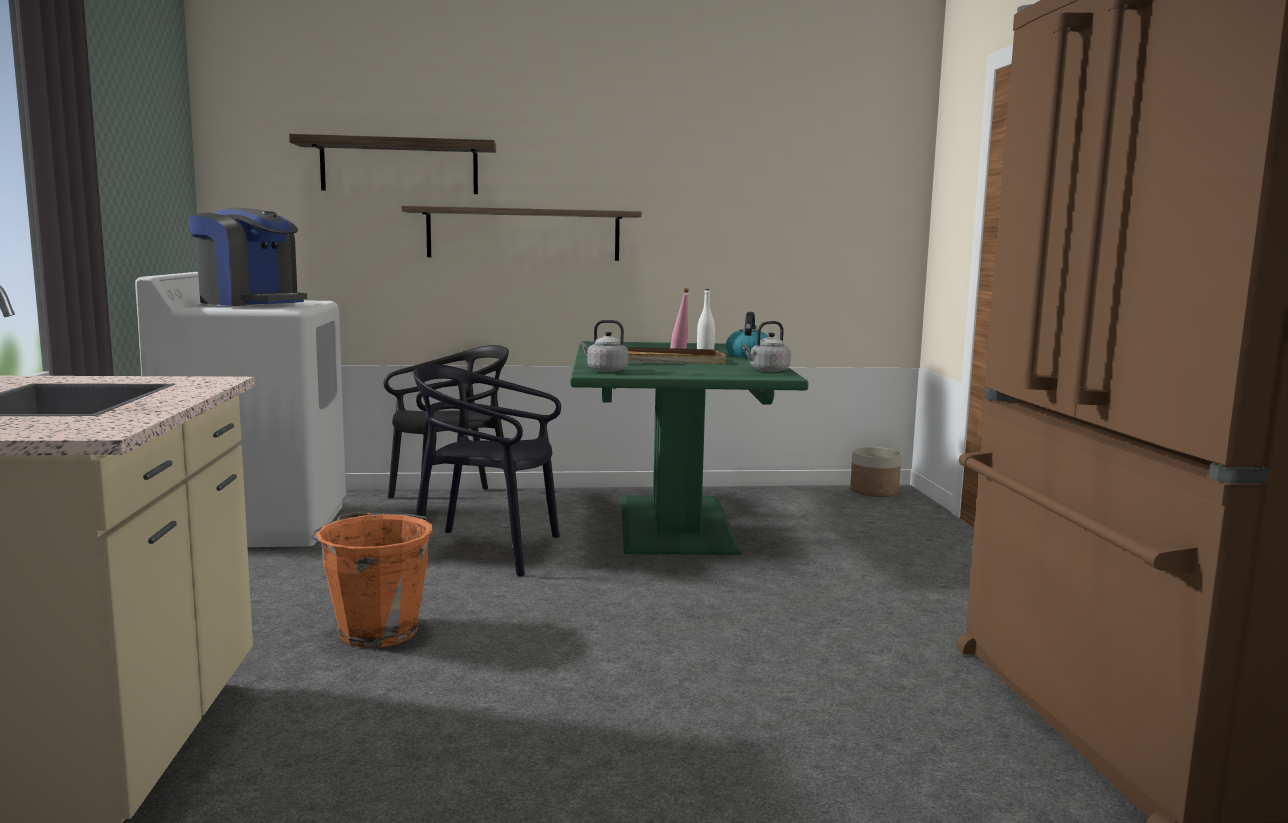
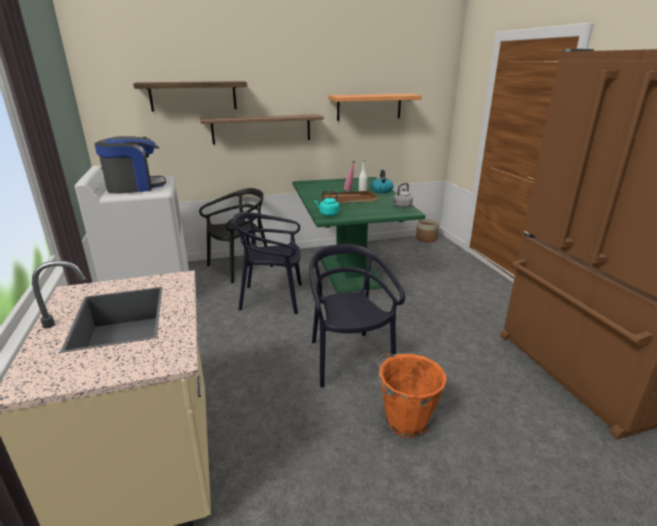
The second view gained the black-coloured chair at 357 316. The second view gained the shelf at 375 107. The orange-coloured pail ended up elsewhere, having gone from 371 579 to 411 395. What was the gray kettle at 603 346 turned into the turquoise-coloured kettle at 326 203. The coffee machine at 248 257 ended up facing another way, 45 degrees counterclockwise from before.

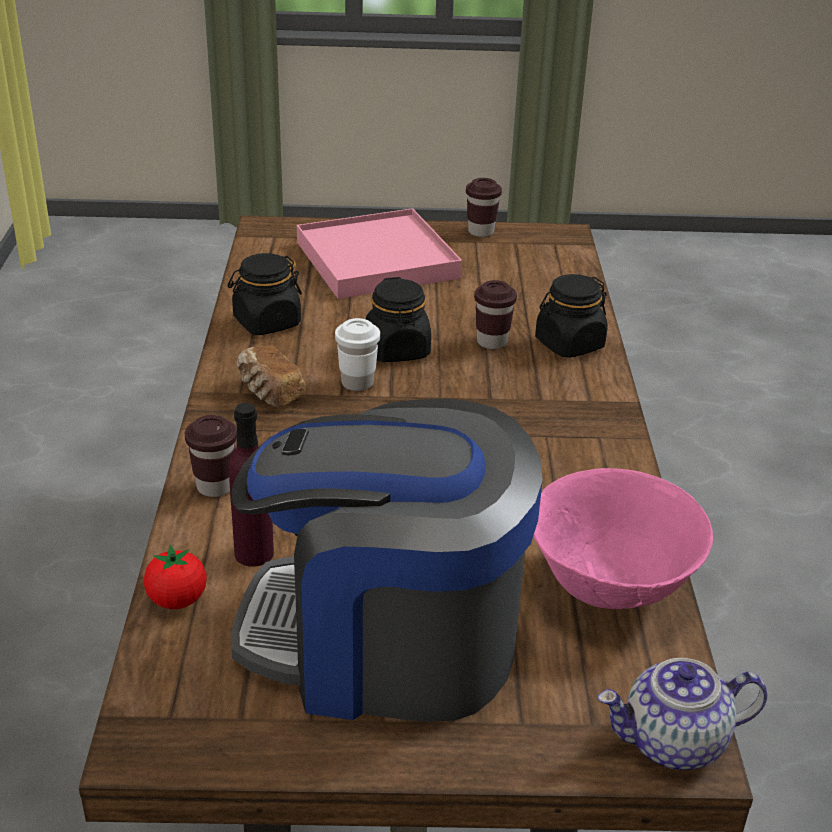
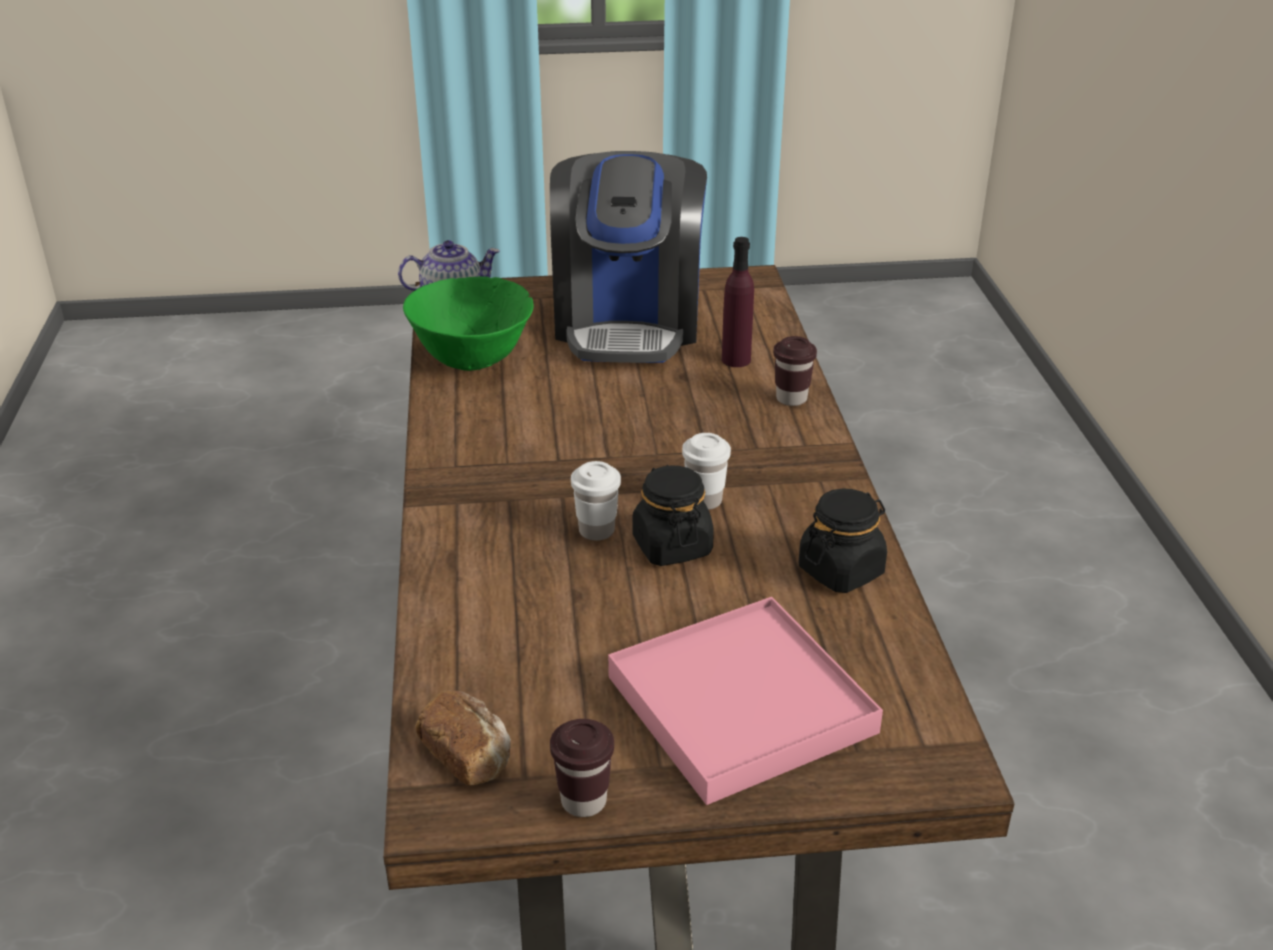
The second view lost the whole tomato at 175 577. The second view lost the brown cup at 495 314. The second view lost the black-coloured preserve jar at 571 316. The second view gained the whitish cup at 596 501. The bakery bread ended up elsewhere, having gone from 271 377 to 463 737. What was the pink-coloured deep dish at 623 538 turned into the green deep dish at 468 323. The coffee machine at 387 560 ended up facing another way, 90 degrees clockwise from before.

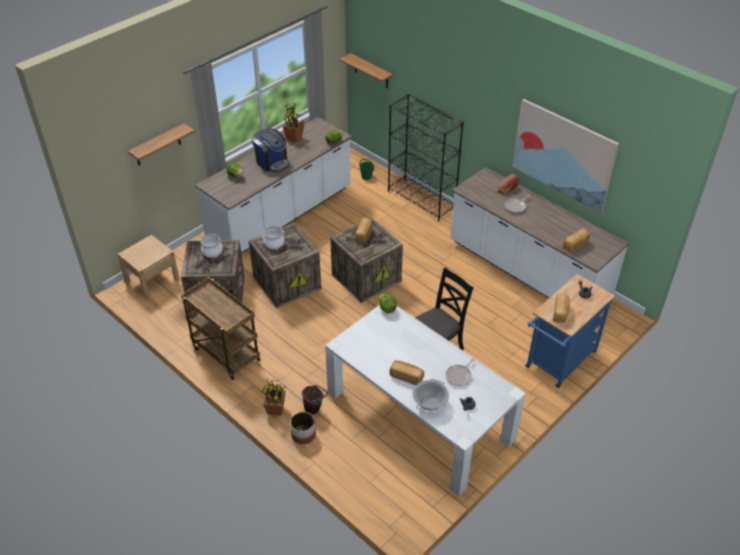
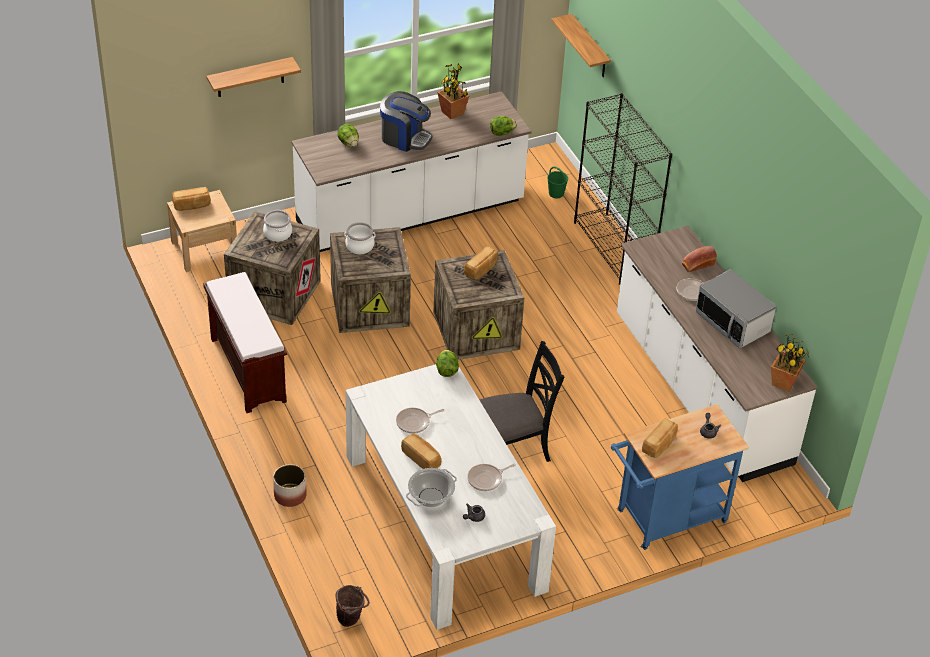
The second view lost the wall art at 565 156. The second view gained the pan at 420 421. The second view gained the kitchen microwave at 735 308. The plant in a pot ended up elsewhere, having gone from 274 397 to 790 363. The brown pail ended up elsewhere, having gone from 315 400 to 353 606. The bakery bread ended up elsewhere, having gone from 576 240 to 191 199. Where the brown wheeled cart stood at 220 328, the brown long seat came to stand at 245 342. The coffee machine at 271 150 ended up facing another way, 45 degrees counterclockwise from before.

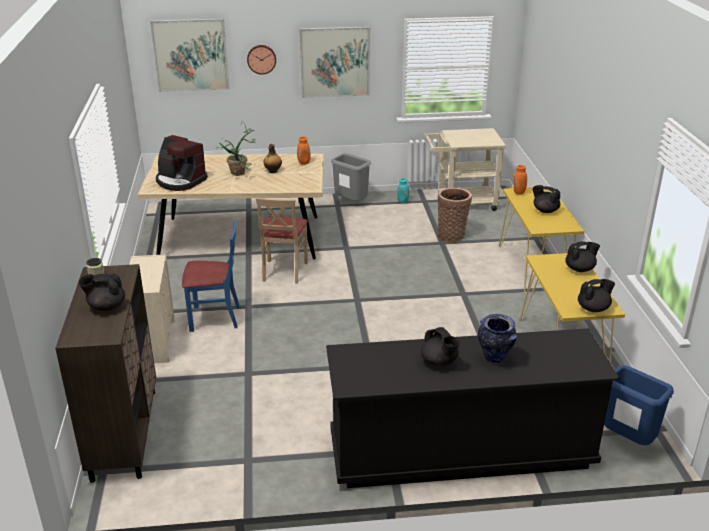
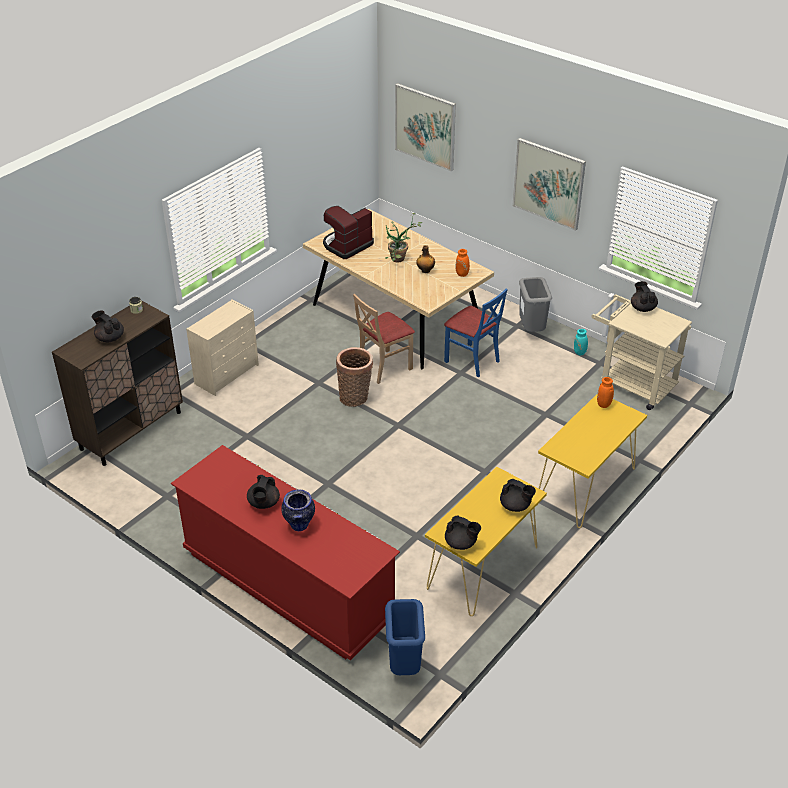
The second view lost the hanging clock at 261 60. The bluish chair ended up elsewhere, having gone from 211 275 to 476 333. The basket ended up elsewhere, having gone from 455 215 to 354 377. The black-coloured pot for tea ended up elsewhere, having gone from 546 199 to 644 296. What was the black-coloured drawer chest at 473 408 turned into the red-coloured drawer chest at 285 552. The coffee machine at 182 163 ended up facing another way, 60 degrees clockwise from before.

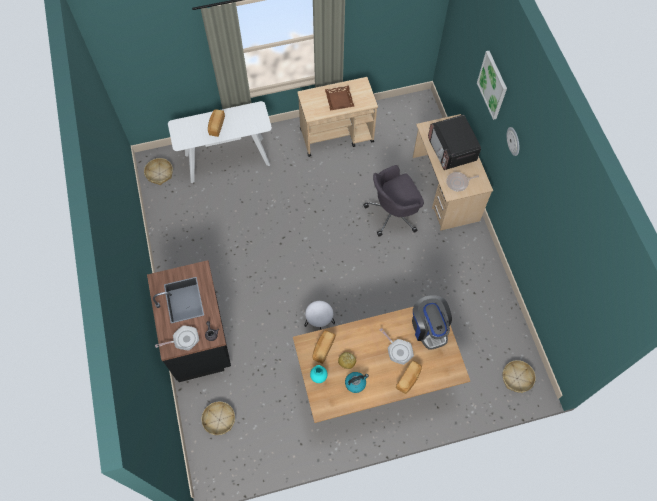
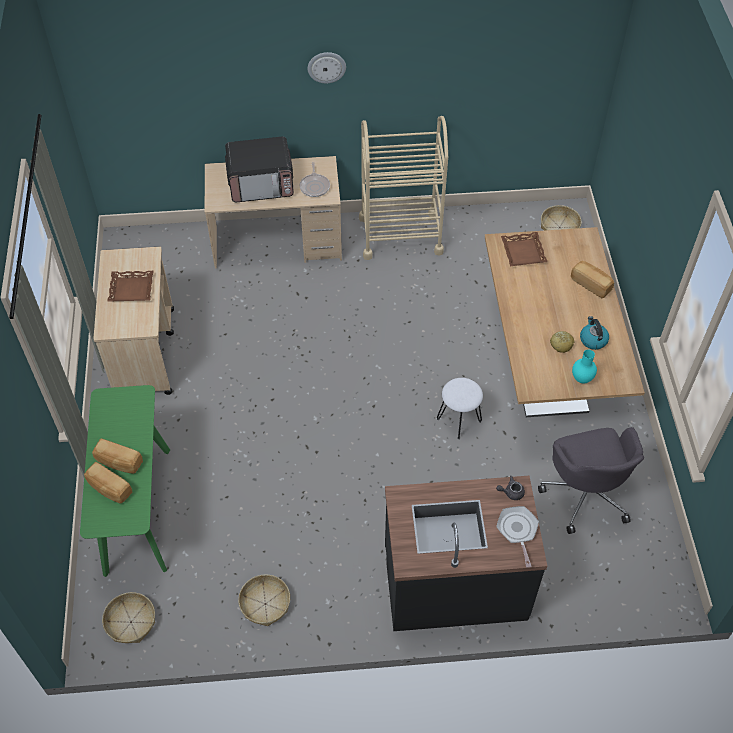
The second view lost the pan at 397 346. The second view lost the wall art at 492 85. The second view gained the beige-coloured wheeled cart at 403 188. The basket ended up elsewhere, having gone from 218 418 to 264 600. The bakery bread ended up elsewhere, having gone from 324 347 to 108 483. The gray desk chair ended up elsewhere, having gone from 393 200 to 591 480. Where the coffee machine stood at 432 322, the brown serving tray came to stand at 524 249. What was the whitish narrow table at 220 142 turned into the green narrow table at 125 481.

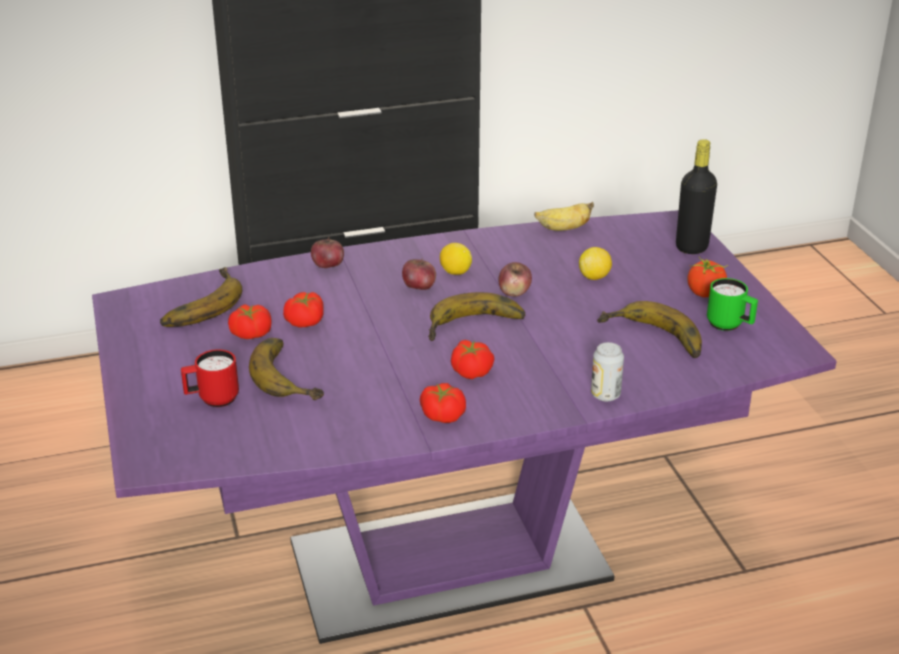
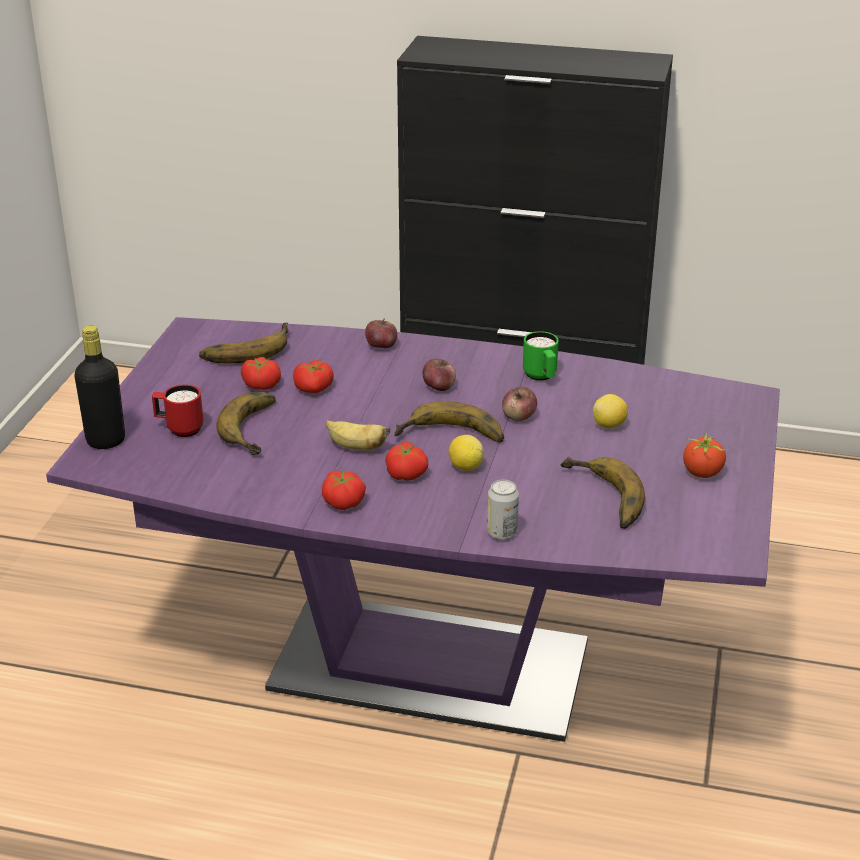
The citrus fruit ended up elsewhere, having gone from 456 259 to 466 453. The whole banana ended up elsewhere, having gone from 564 216 to 358 435. The black-coloured bottle ended up elsewhere, having gone from 696 196 to 100 387. The green mug ended up elsewhere, having gone from 732 304 to 541 356.

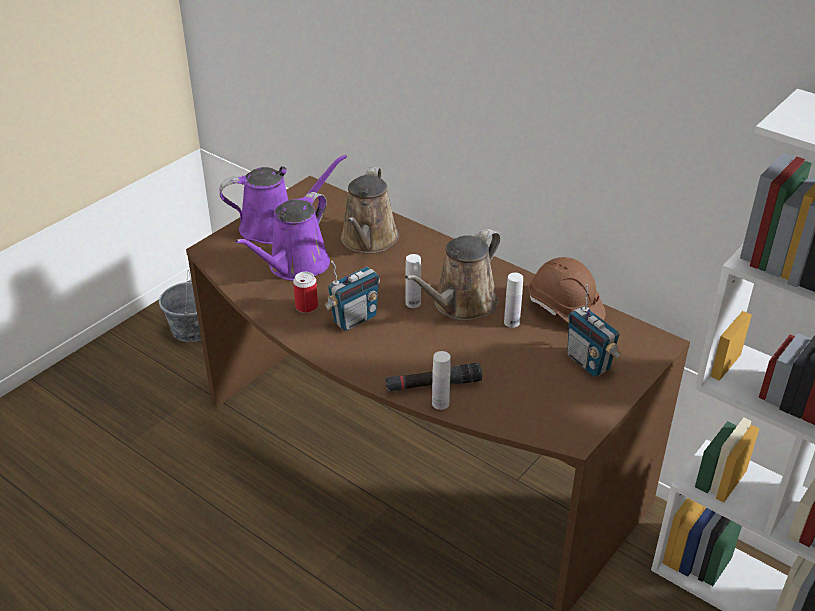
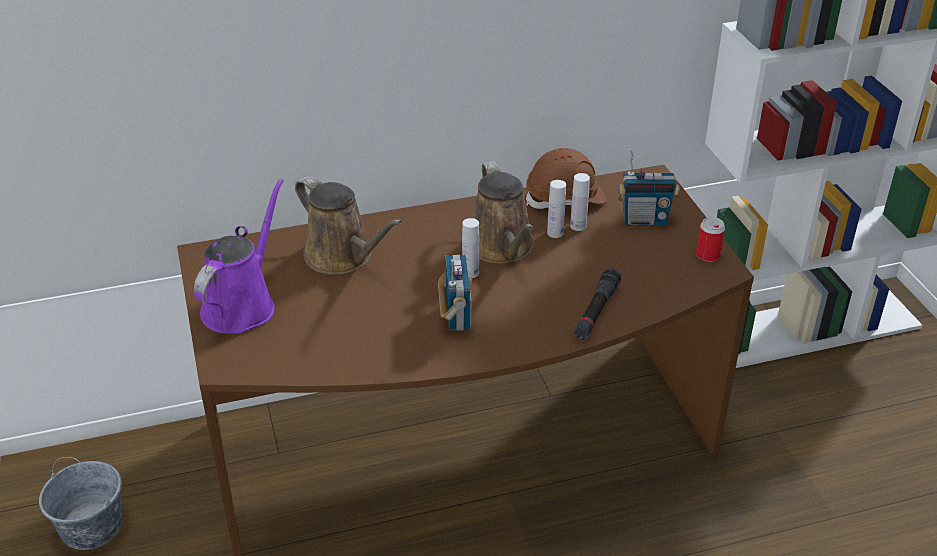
The second view lost the purplish watering can at 282 236. The can ended up elsewhere, having gone from 305 292 to 710 239. The whitish bottle ended up elsewhere, having gone from 441 380 to 580 202.

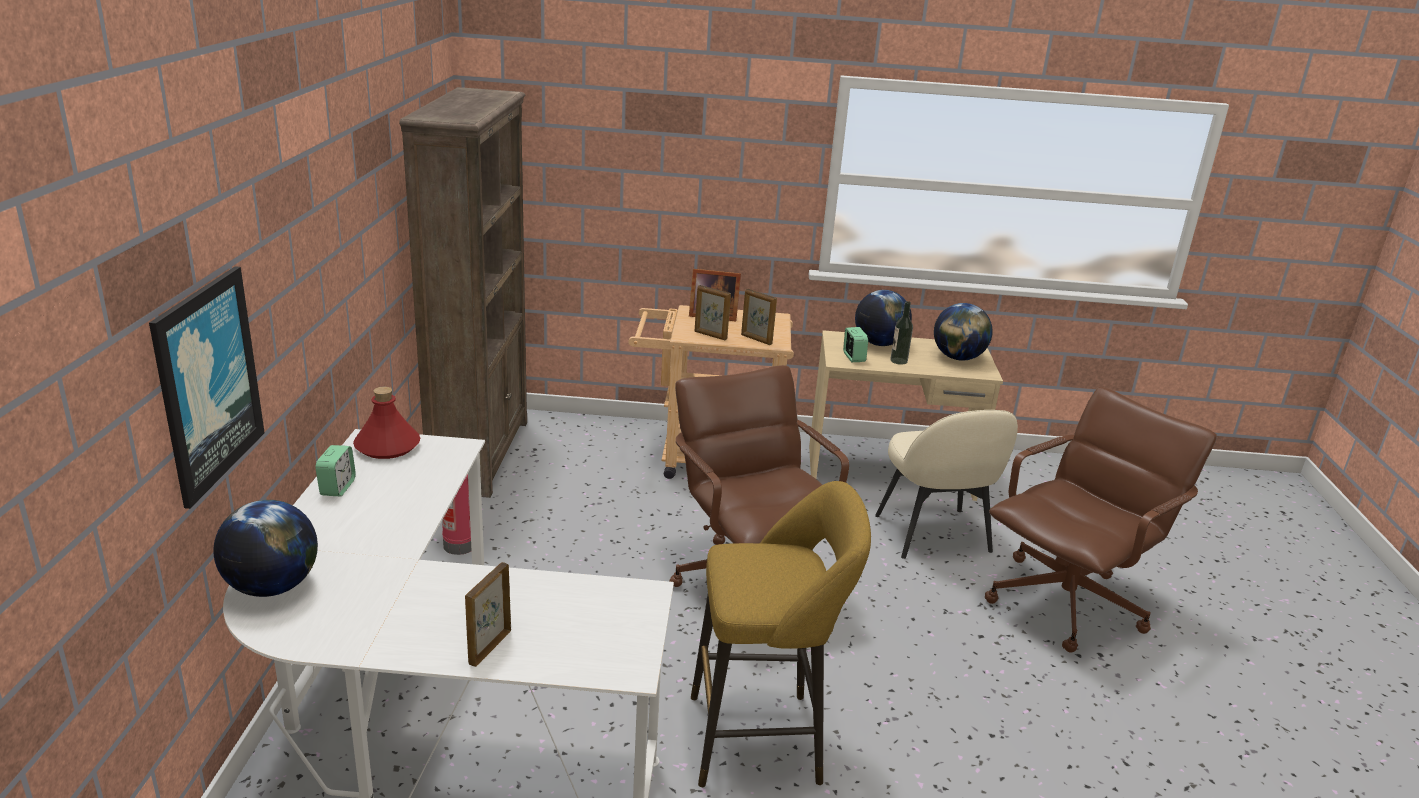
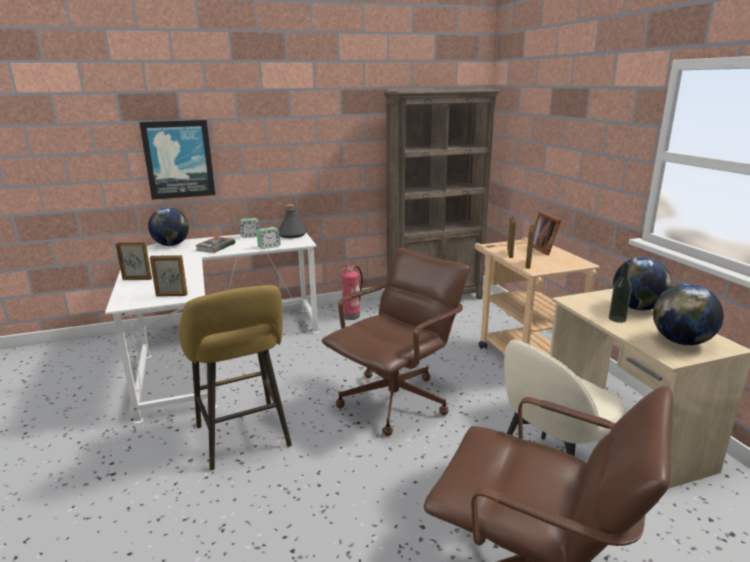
The second view gained the photo frame at 169 275. The second view gained the volume at 215 244. The alarm clock ended up elsewhere, having gone from 855 344 to 268 238. What was the red-coloured bottle at 386 423 turned into the gray bottle at 293 221.

